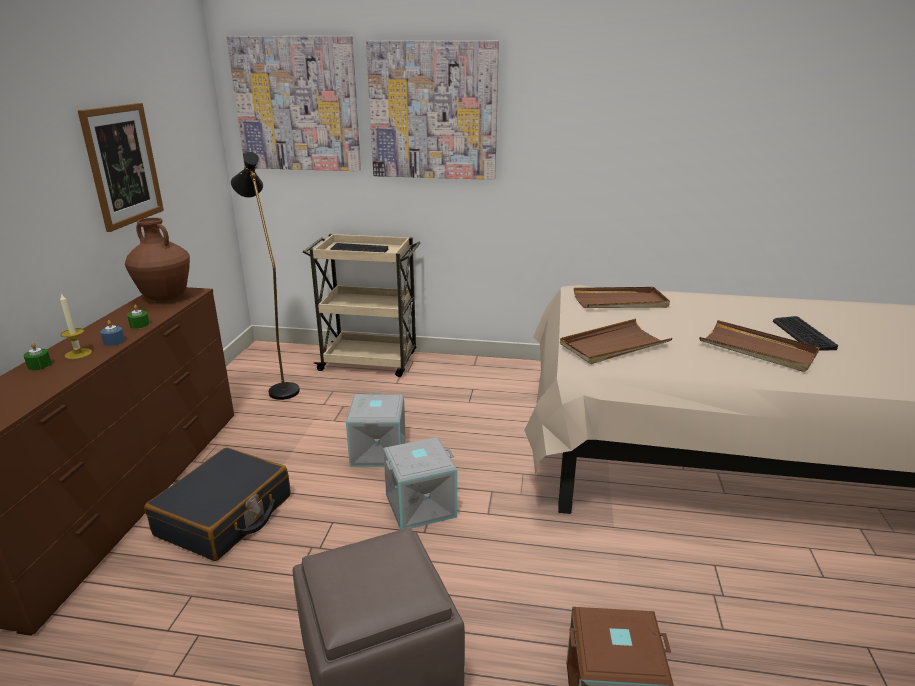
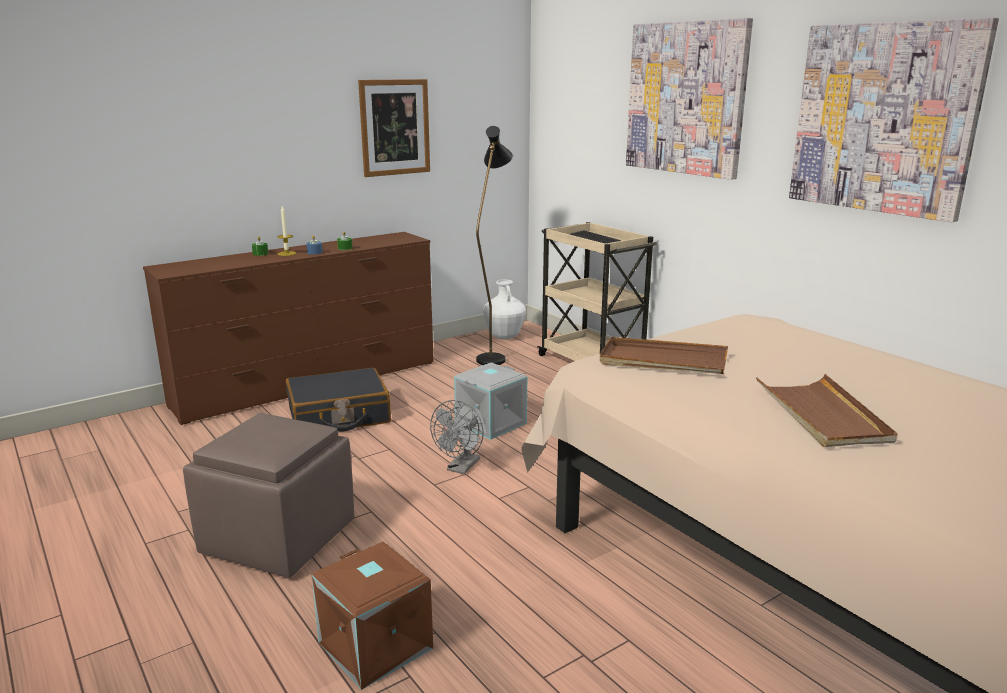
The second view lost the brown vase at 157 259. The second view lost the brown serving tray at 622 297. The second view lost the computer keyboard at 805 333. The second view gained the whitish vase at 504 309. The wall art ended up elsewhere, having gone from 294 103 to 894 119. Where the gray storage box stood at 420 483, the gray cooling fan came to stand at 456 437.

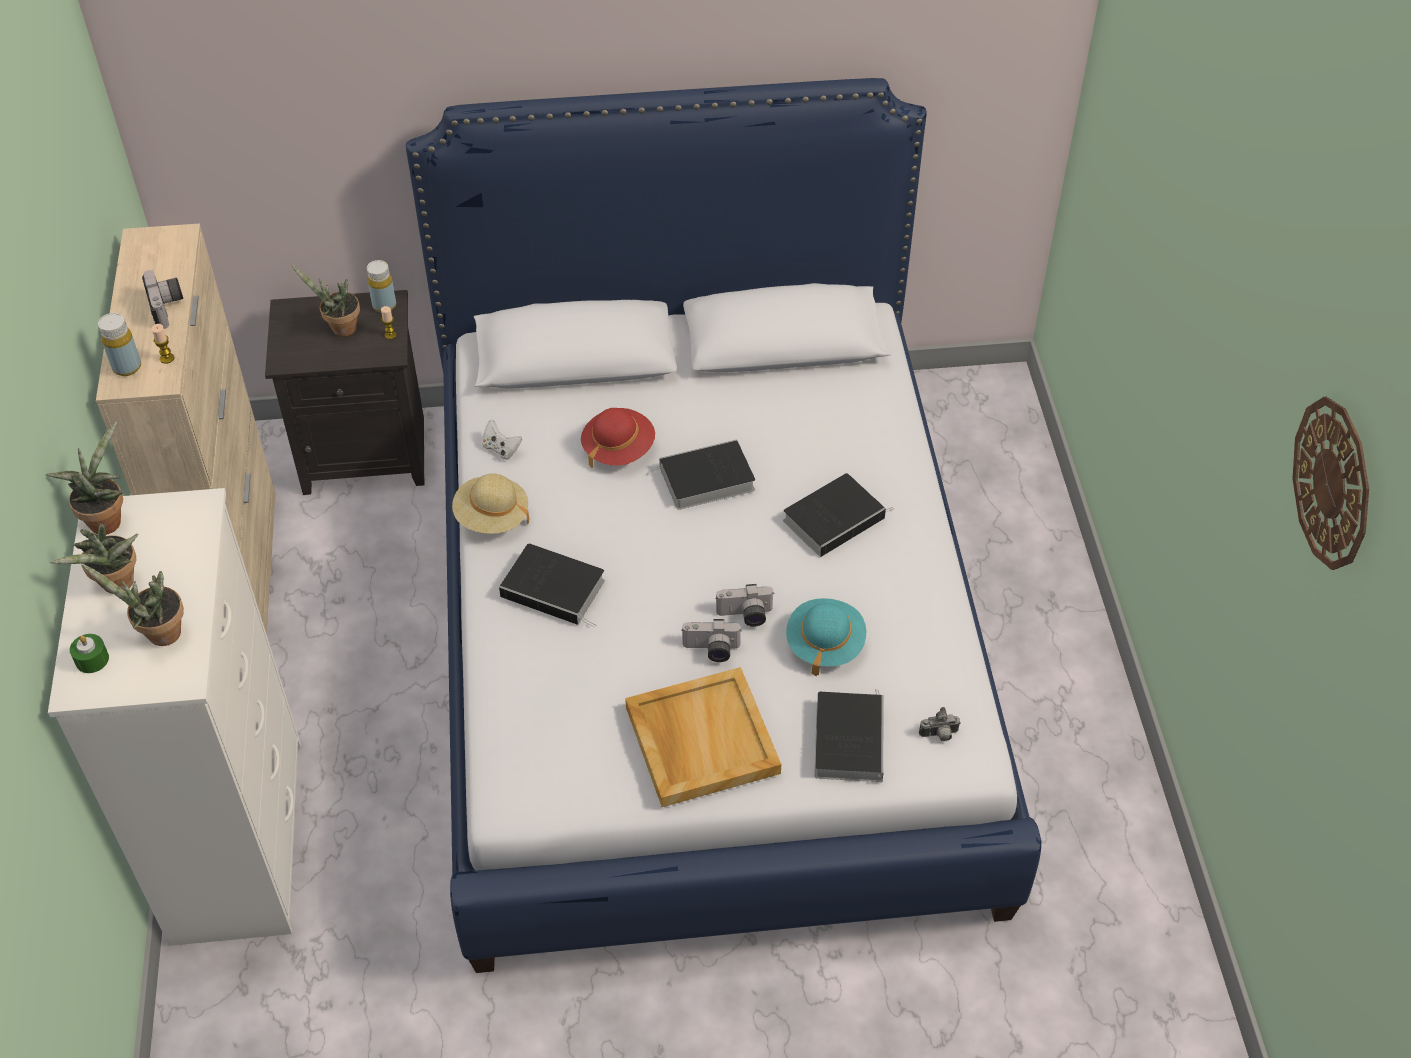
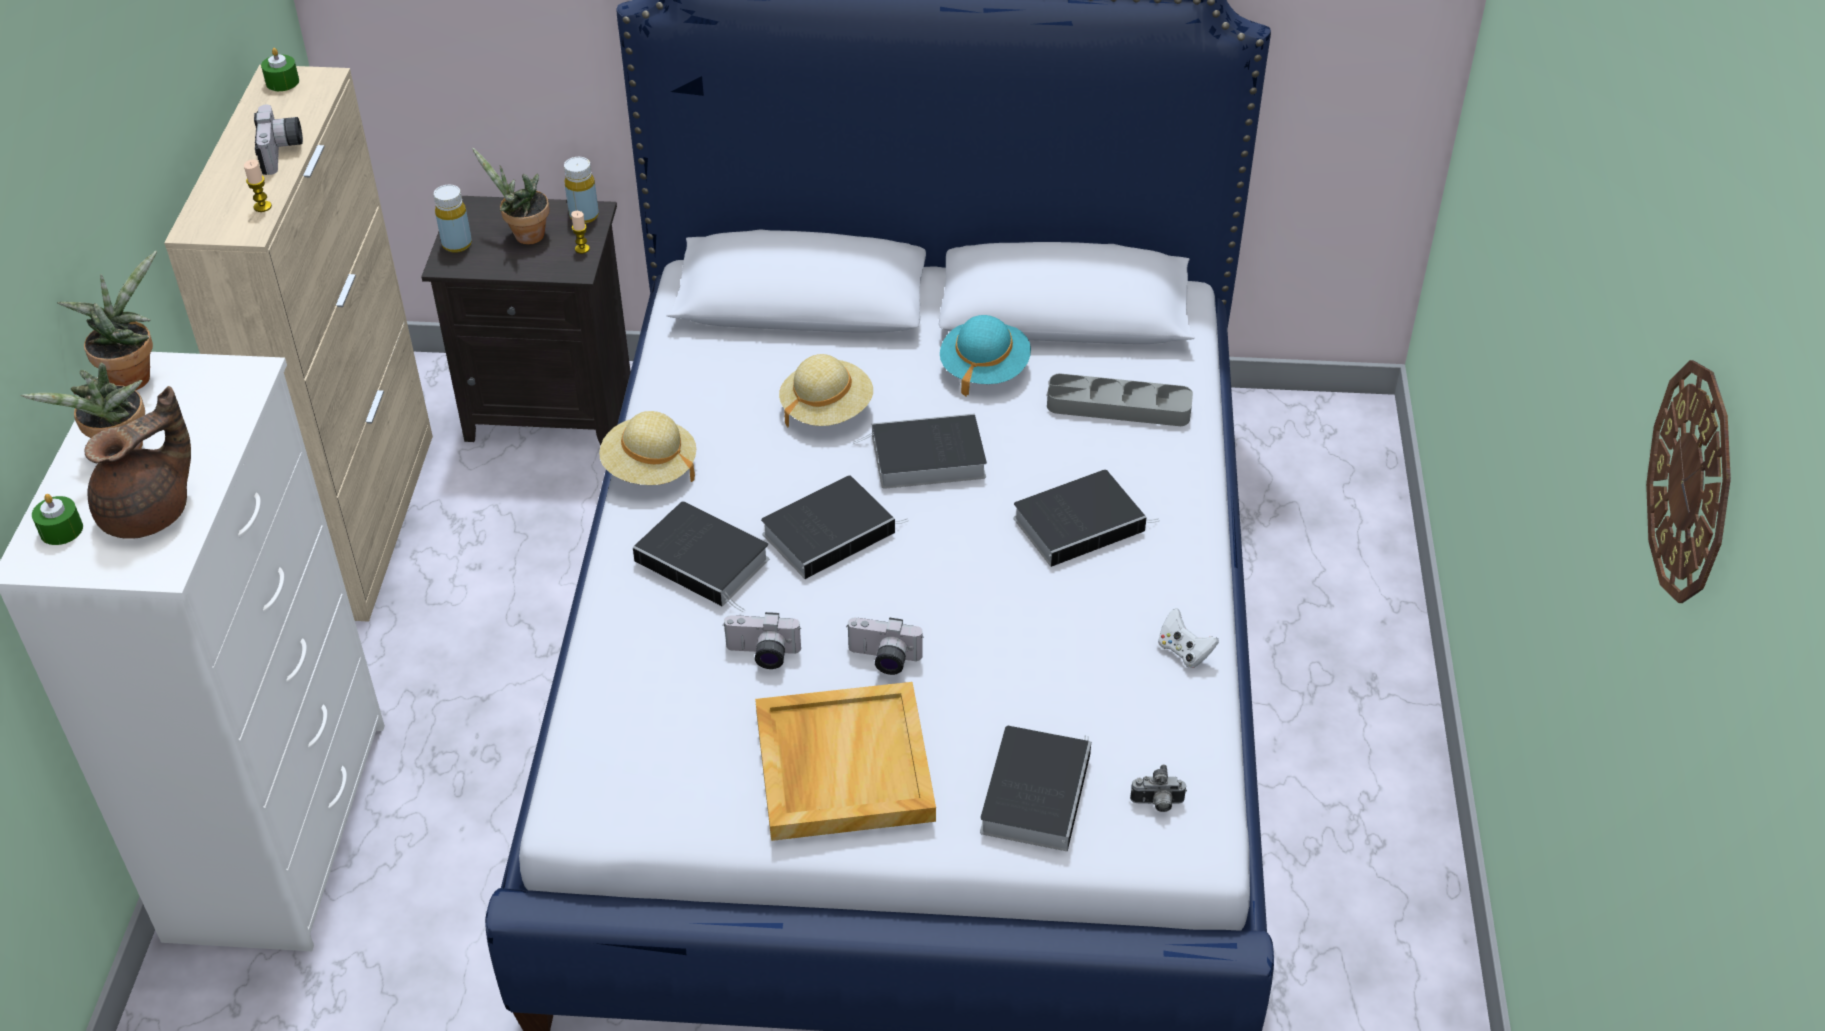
The second view gained the green wax candle at 280 69. The second view gained the volume at 835 527. The second view gained the gray serving tray at 1120 399. The yellow bottle ended up elsewhere, having gone from 119 344 to 453 219. The whitish game controller ended up elsewhere, having gone from 502 440 to 1188 638. The photo camera ended up elsewhere, having gone from 745 605 to 762 640. The turquoise-coloured clothing hat ended up elsewhere, having gone from 826 637 to 985 356. Where the plant in a pot stood at 133 605, the brown pot for tea came to stand at 137 462. What was the red-coloured clothing hat at 618 438 turned into the beige-coloured clothing hat at 826 391.

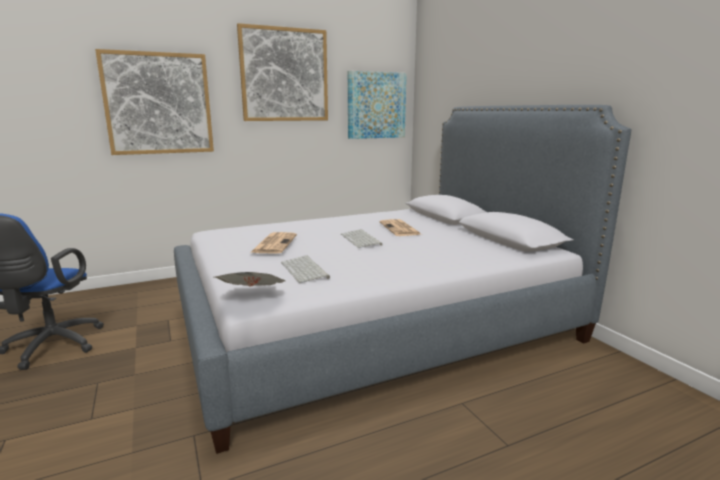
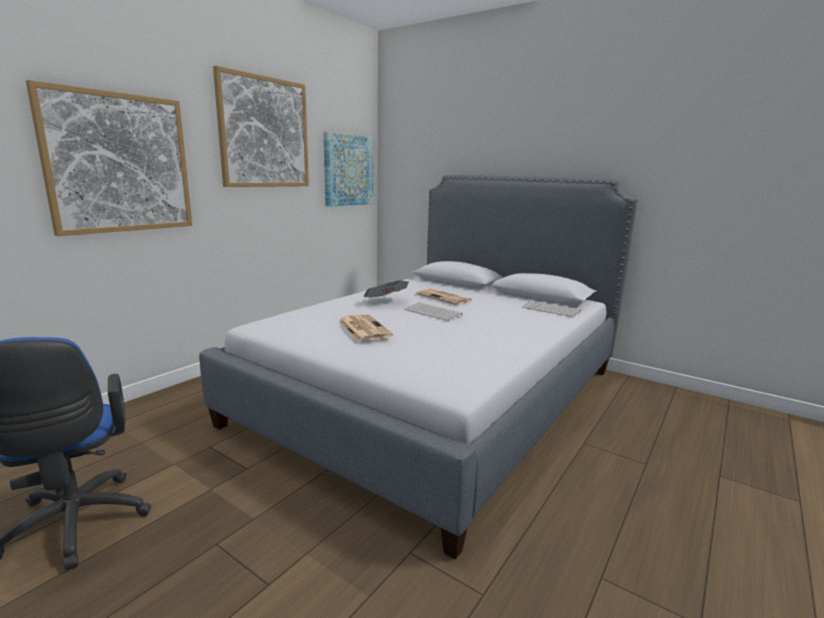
The printed paper ended up elsewhere, having gone from 249 279 to 386 288. The computer keyboard ended up elsewhere, having gone from 305 269 to 551 308.

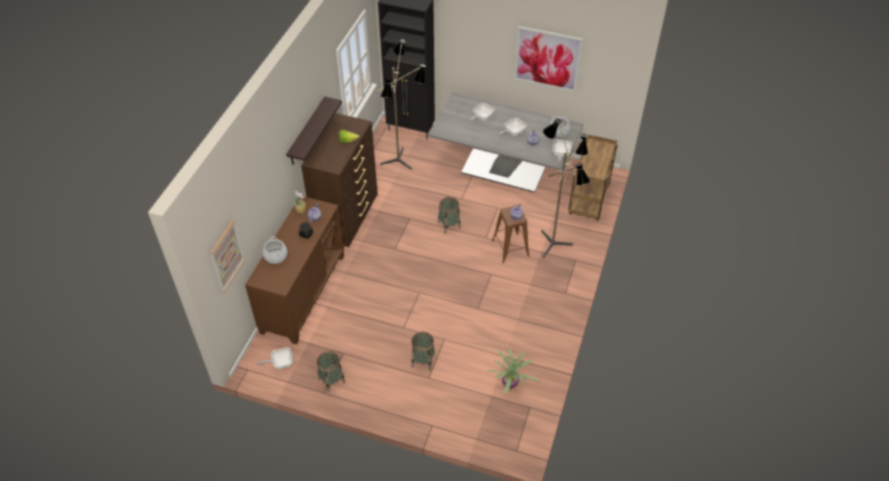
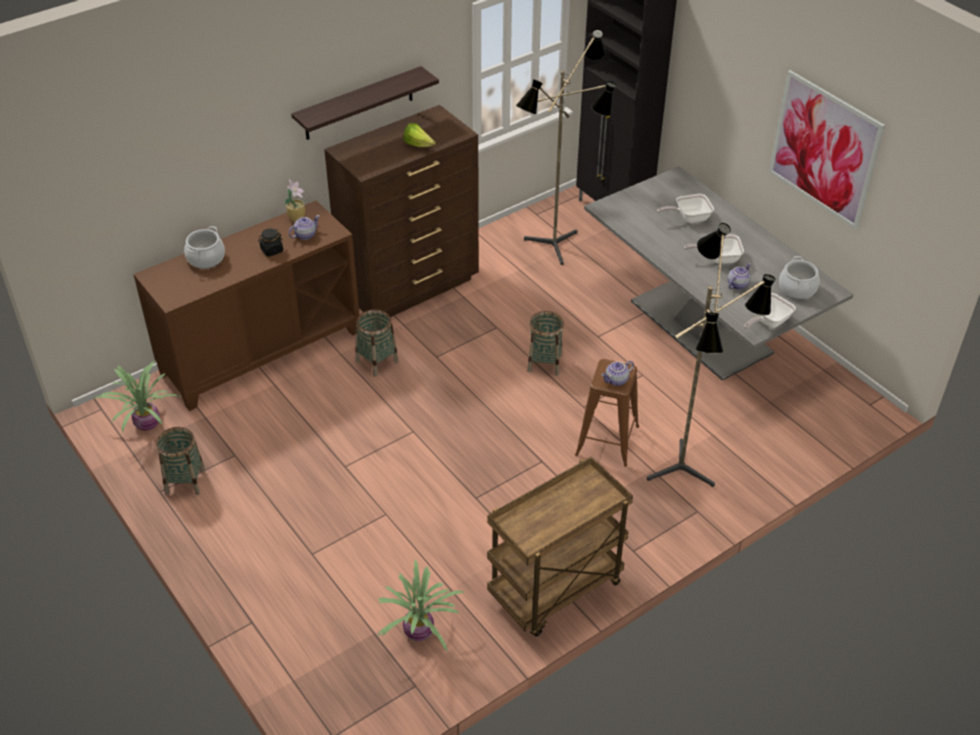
The second view lost the wall art at 227 256. The basket ended up elsewhere, having gone from 423 351 to 377 342. The brown wheeled cart ended up elsewhere, having gone from 593 177 to 560 546. Where the pan stood at 275 358, the plant in a pot came to stand at 138 397.

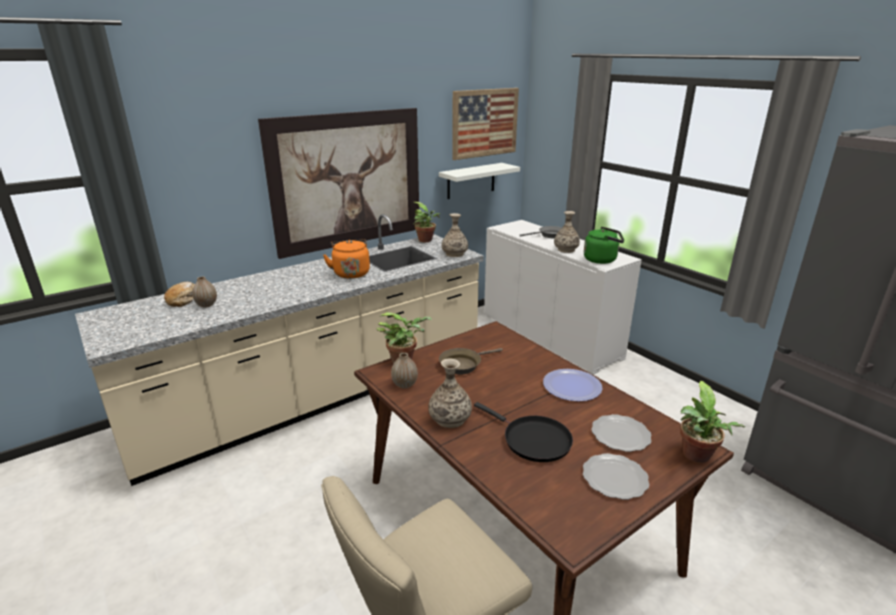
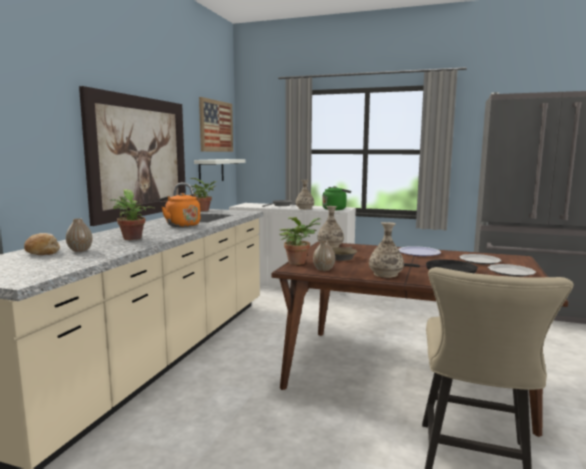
The vase ended up elsewhere, having gone from 455 235 to 330 227. The plant in a pot ended up elsewhere, having gone from 712 422 to 132 214.

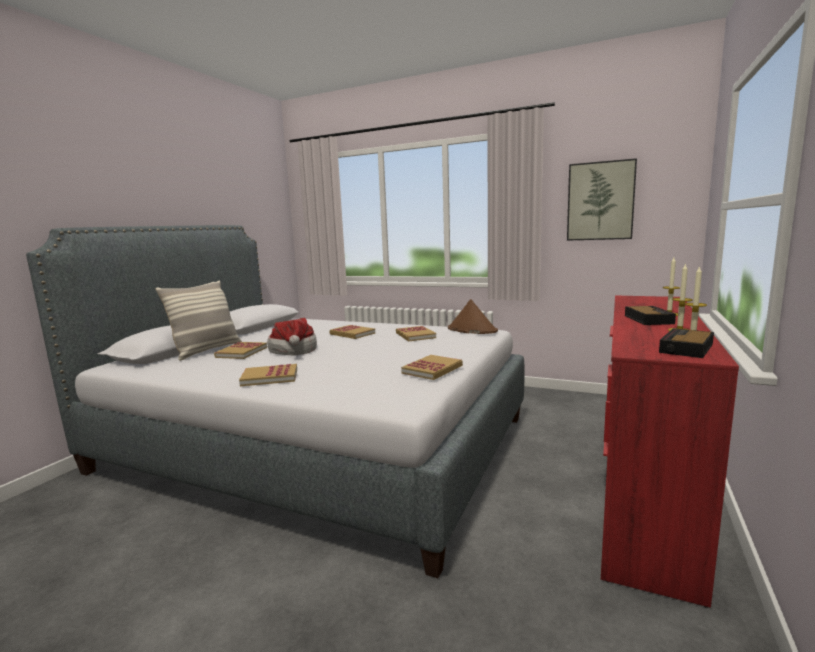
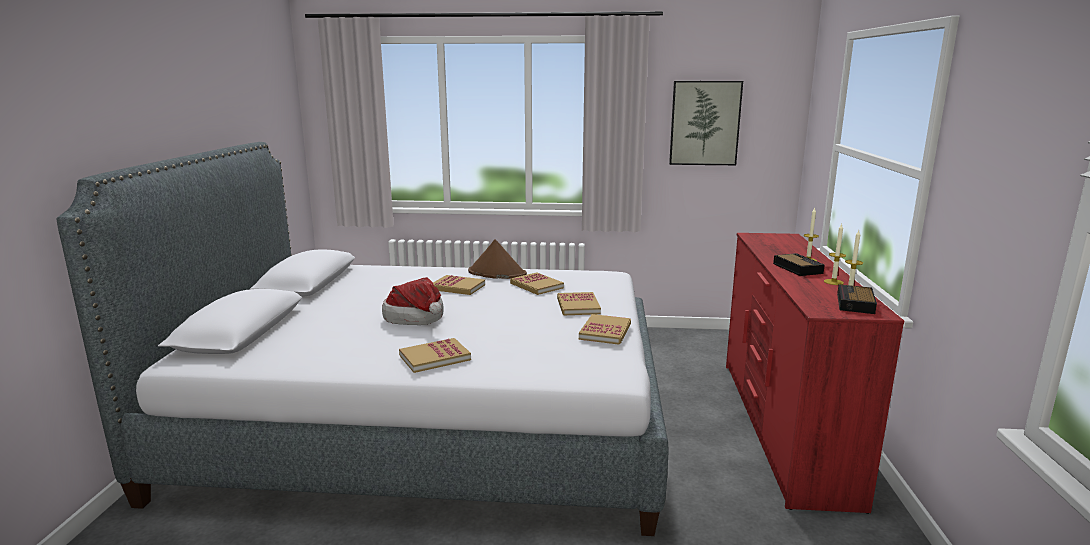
The second view lost the cushion at 198 320. The volume ended up elsewhere, having gone from 240 350 to 579 303. The brown clothing hat ended up elsewhere, having gone from 473 316 to 497 259.

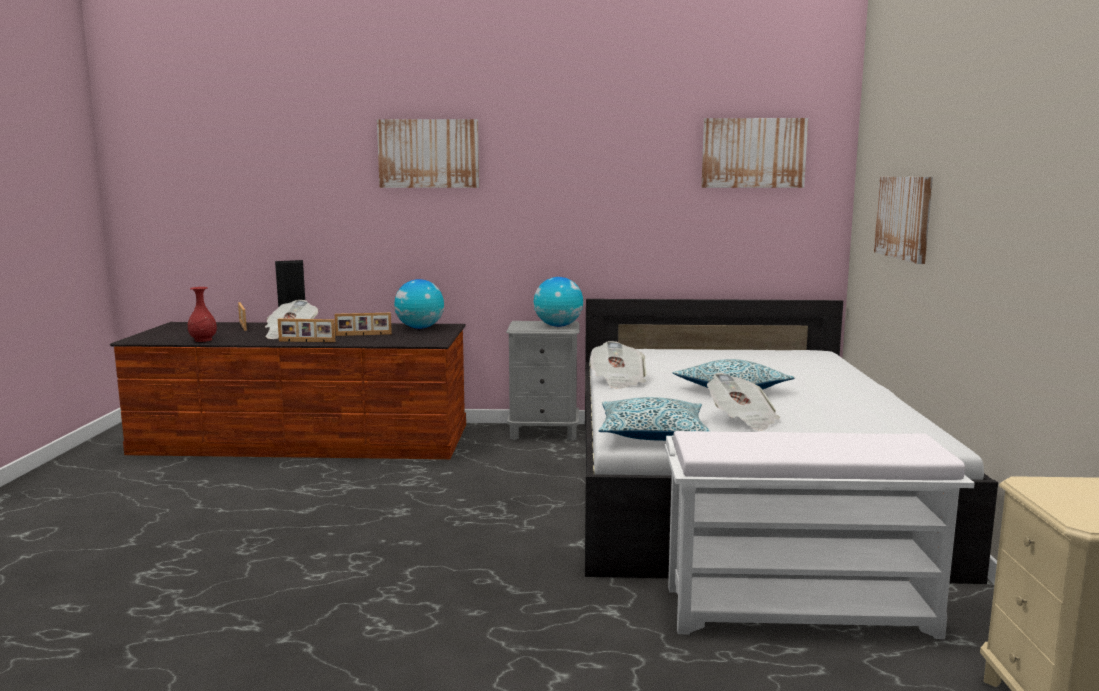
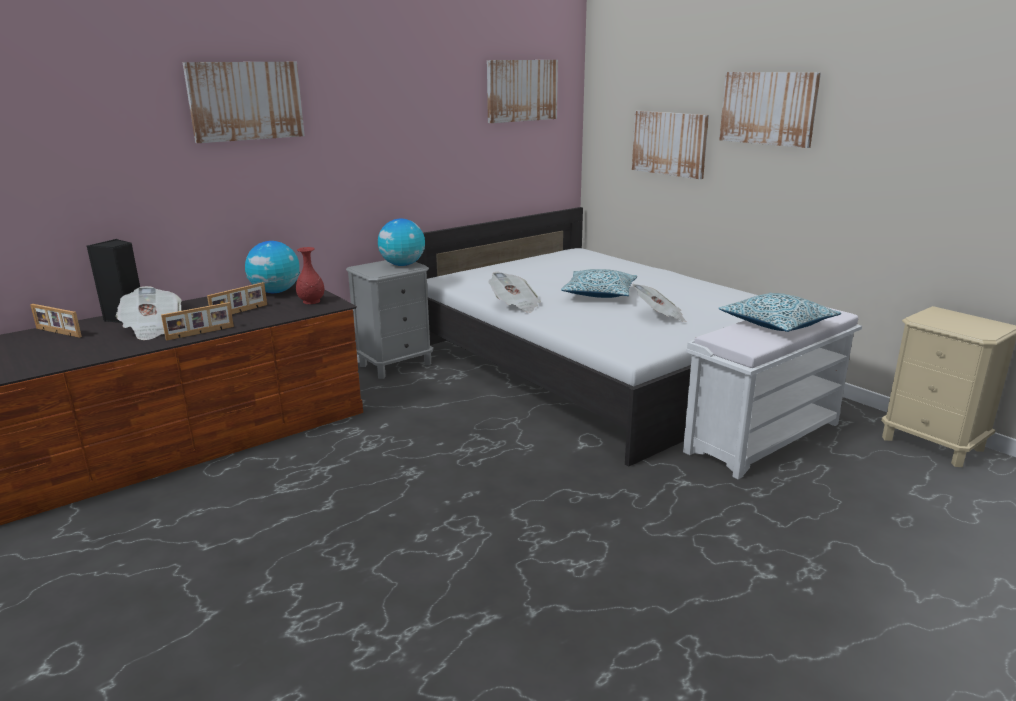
The second view gained the wall art at 770 110. The red-coloured vase ended up elsewhere, having gone from 202 314 to 310 275. The cushion ended up elsewhere, having gone from 654 419 to 780 312.

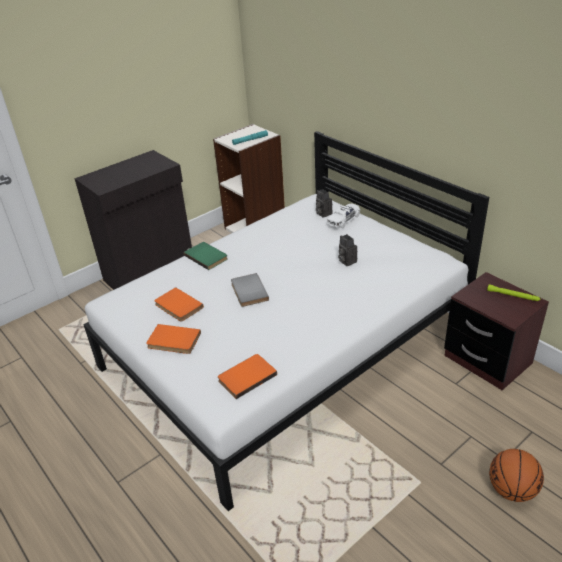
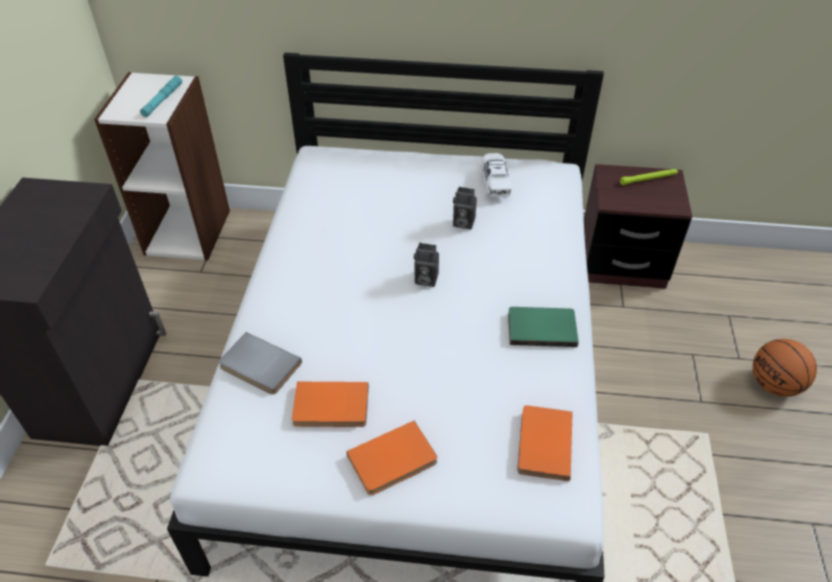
The green volume ended up elsewhere, having gone from 206 256 to 543 327. The gray volume ended up elsewhere, having gone from 250 290 to 260 363. The photo camera ended up elsewhere, having gone from 324 203 to 426 265. The whitish toy car ended up elsewhere, having gone from 343 216 to 496 175.

